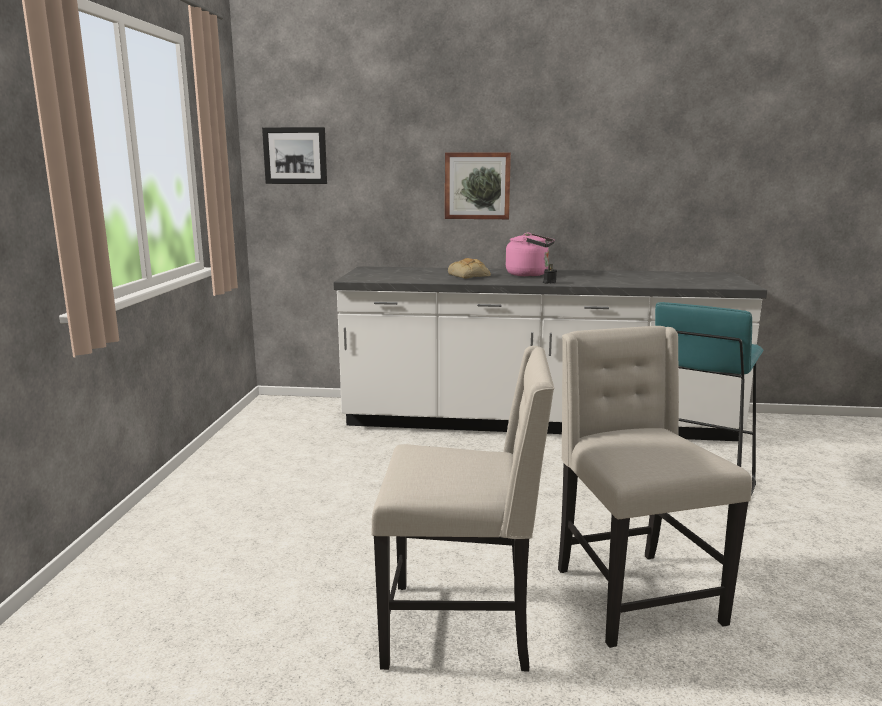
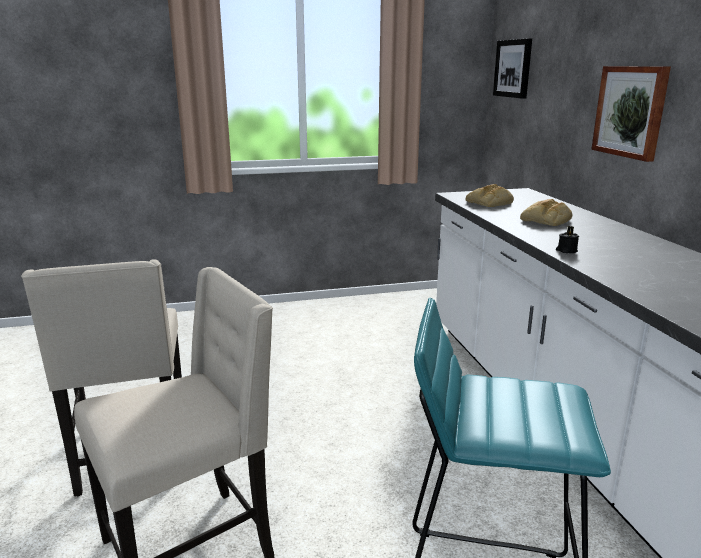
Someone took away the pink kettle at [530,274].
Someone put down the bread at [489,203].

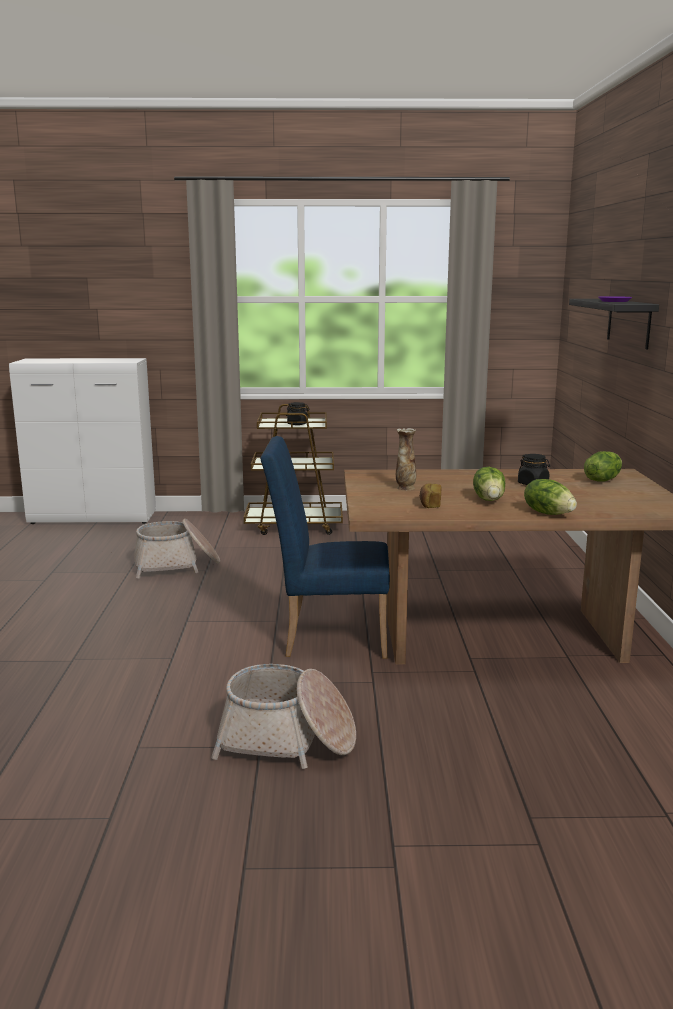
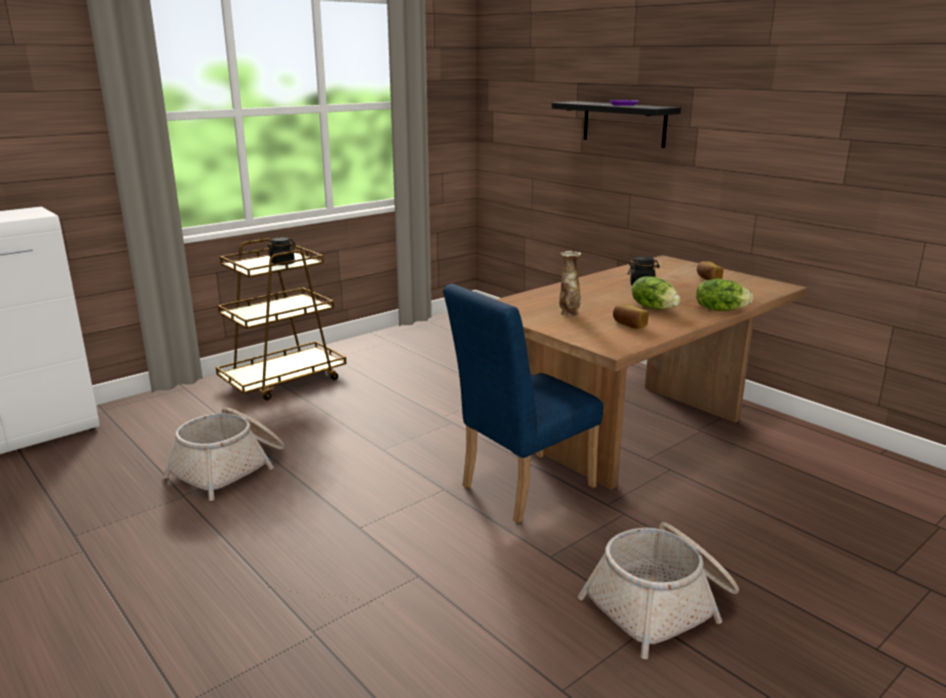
Someone took away the lettuce at [602,480].
Someone put down the bread at [707,279].

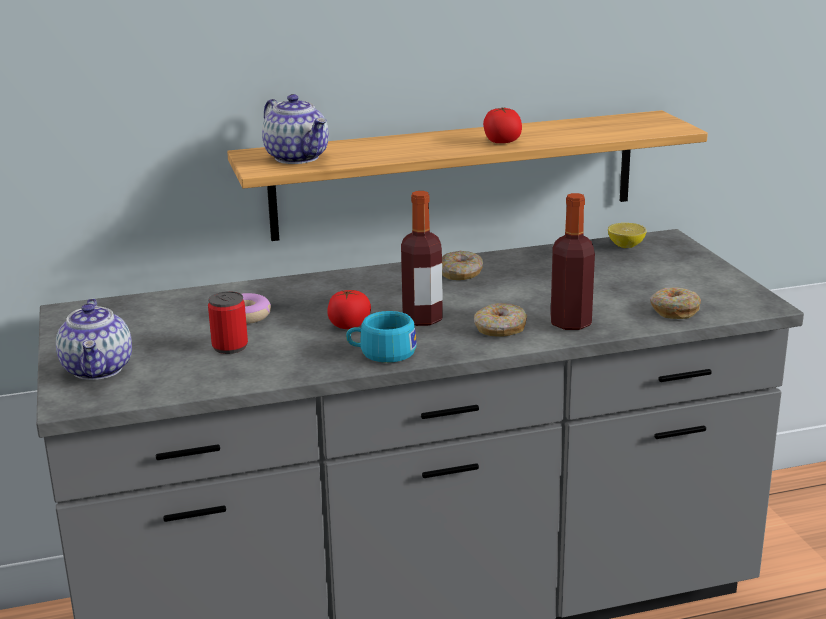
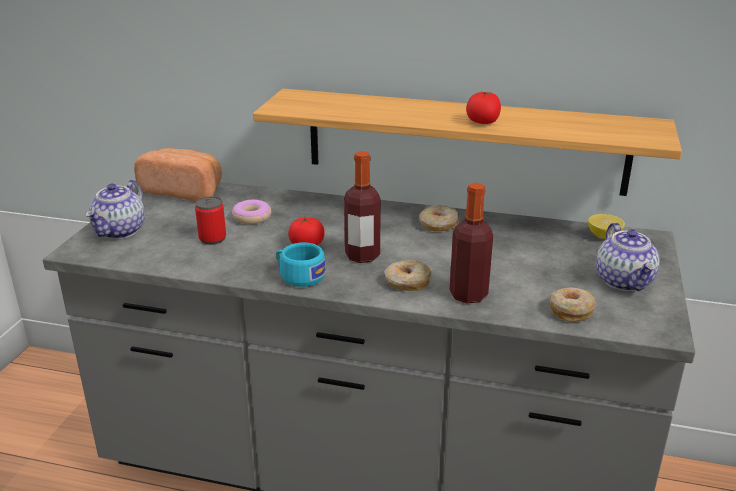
Someone carried the teapot from [298,158] to [625,281].
Someone put down the bread at [184,190].

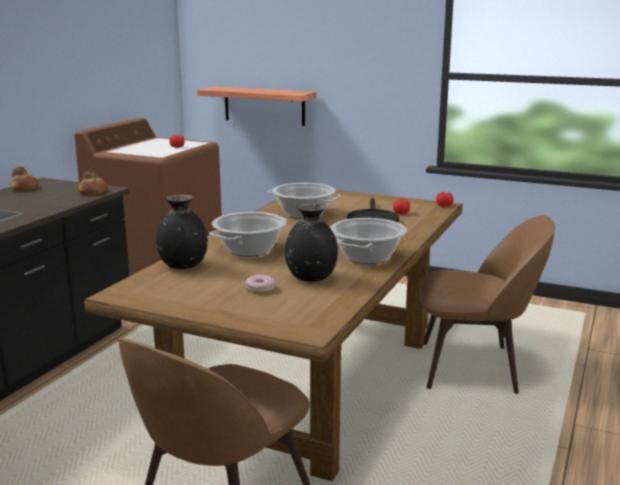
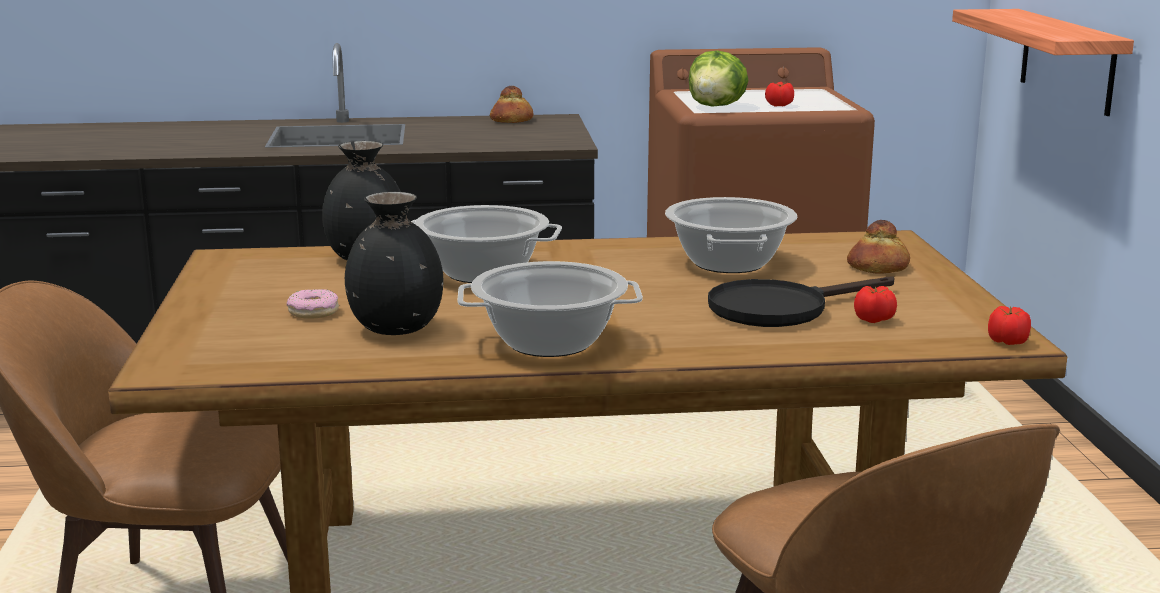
Someone carried the bread from [94,192] to [878,267].
Someone put down the lettuce at [716,106].

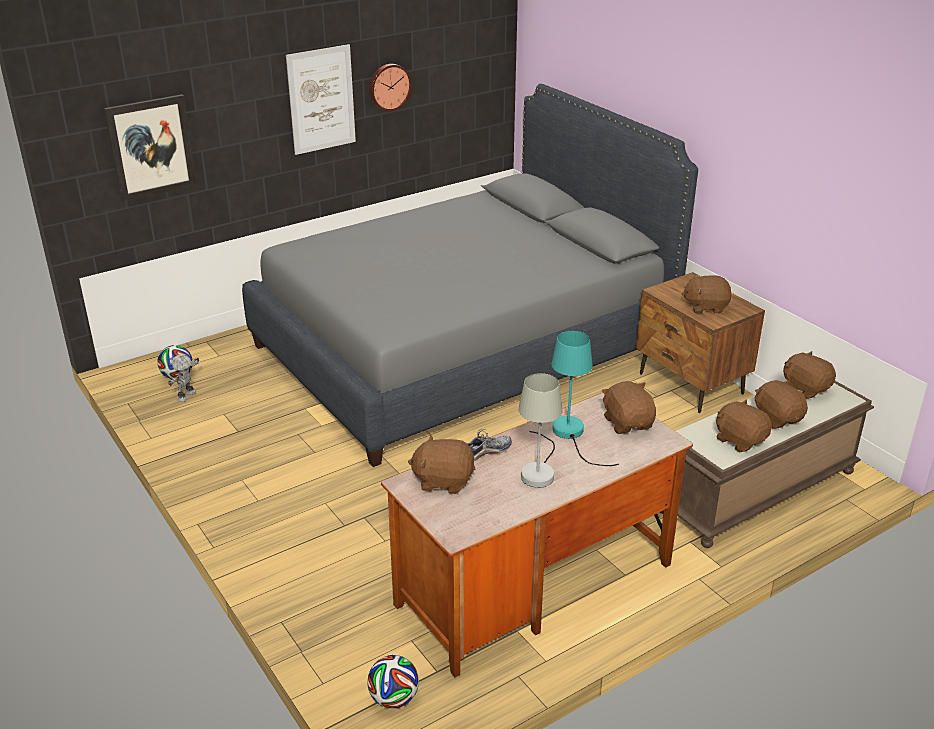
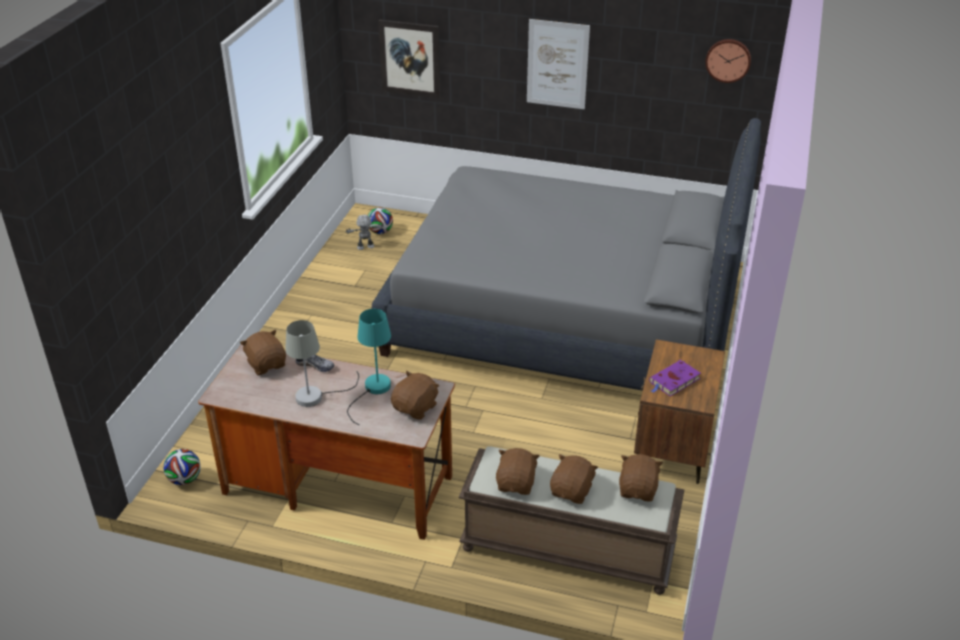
Someone carried the wall clock from [389,86] to [728,60].
Someone swapped the brown plush toy at [705,306] for the purple book at [673,381].

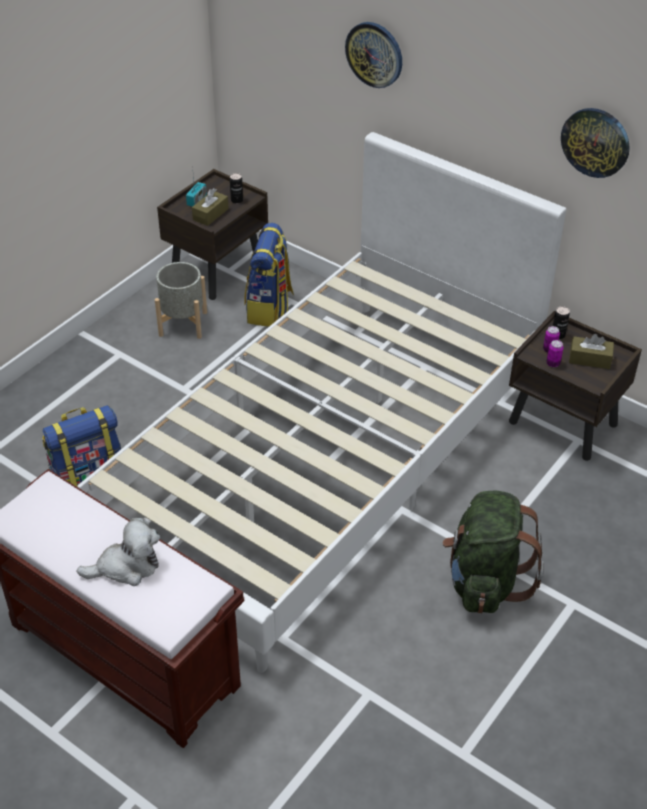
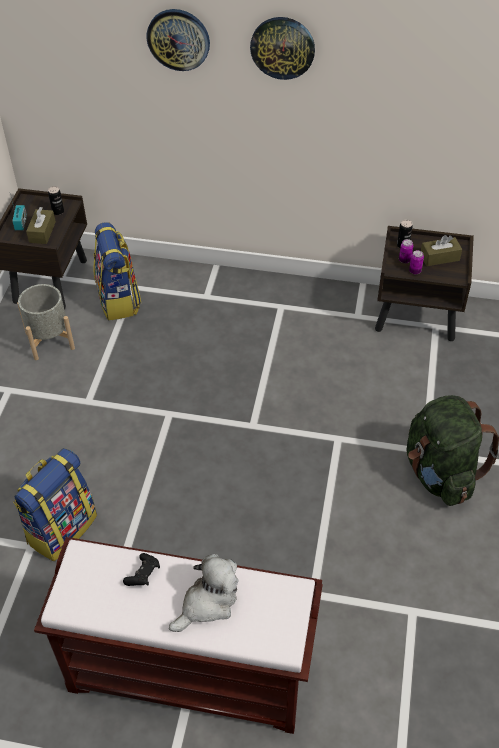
Someone carried the wall clock from [595,142] to [282,47].
Someone took away the white bed at [323,461].
Someone put down the black game controller at [143,574].

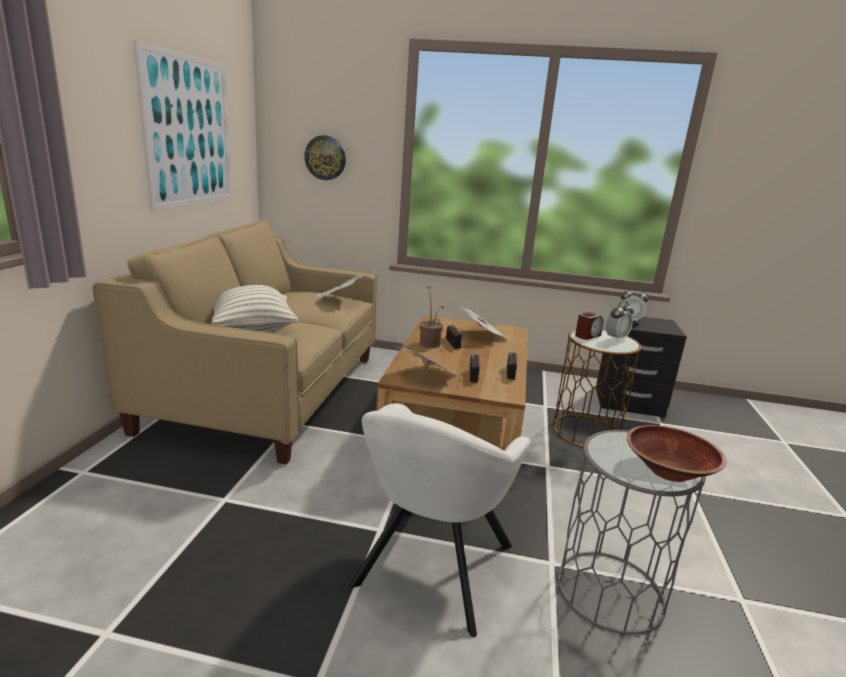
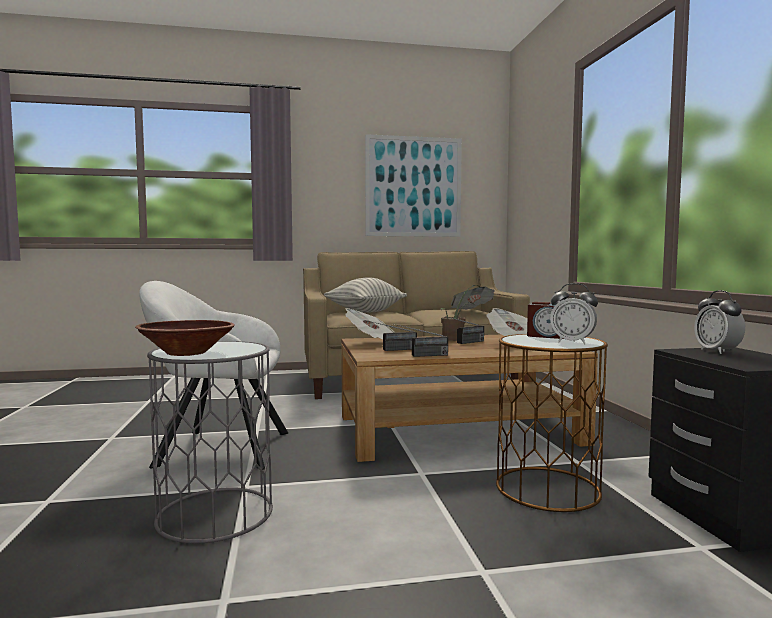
Someone took away the wall clock at [325,158].

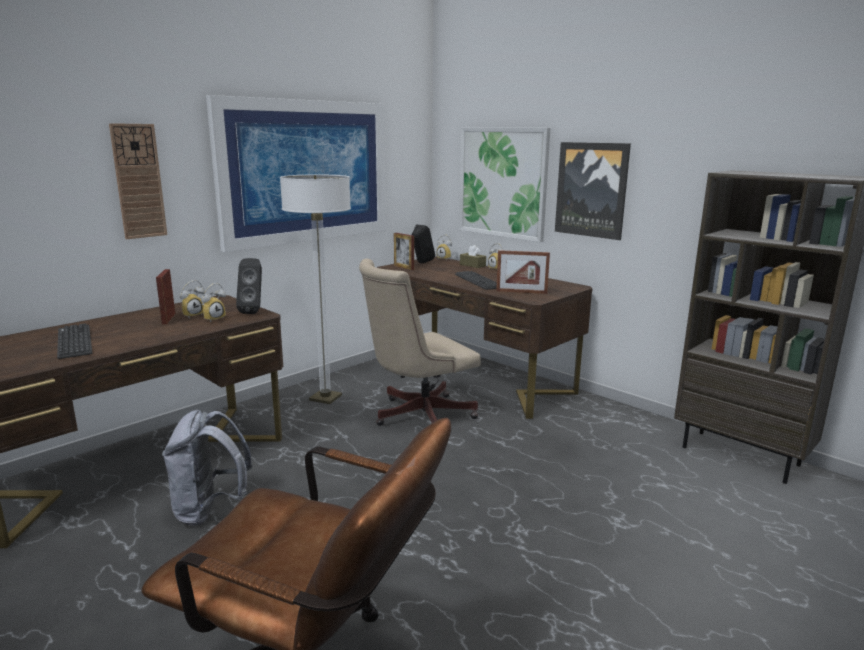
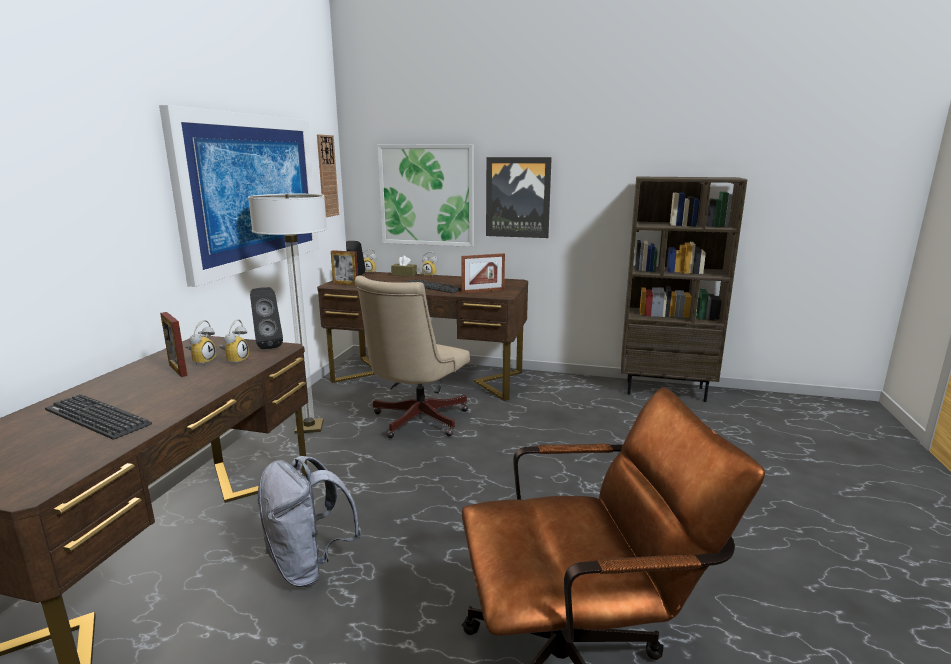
Someone carried the wall clock from [138,181] to [327,176].

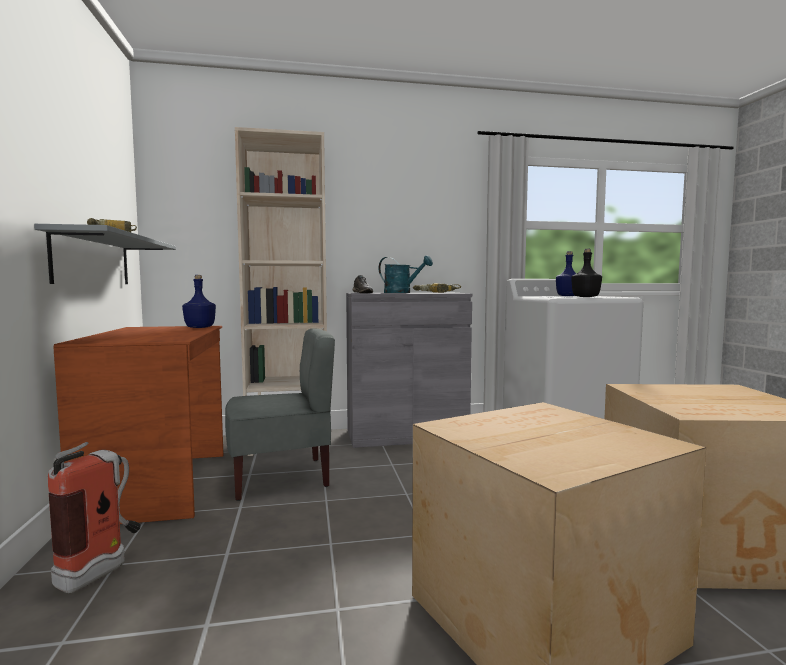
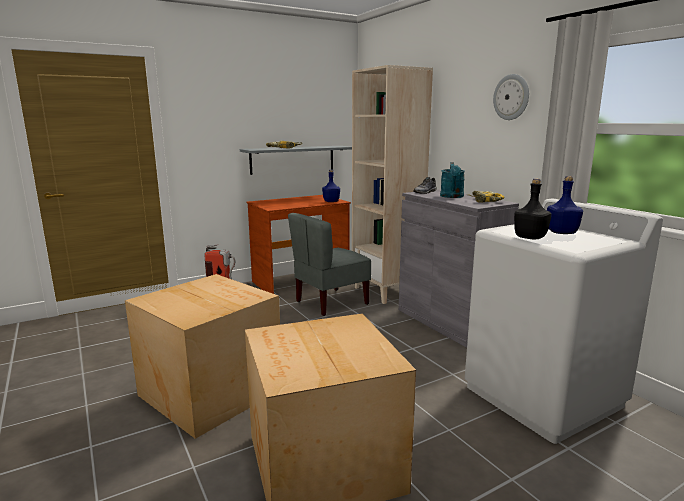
Someone rotated the grey chair at [281,477] by 90 degrees clockwise.
Someone put up the wall clock at [511,97].

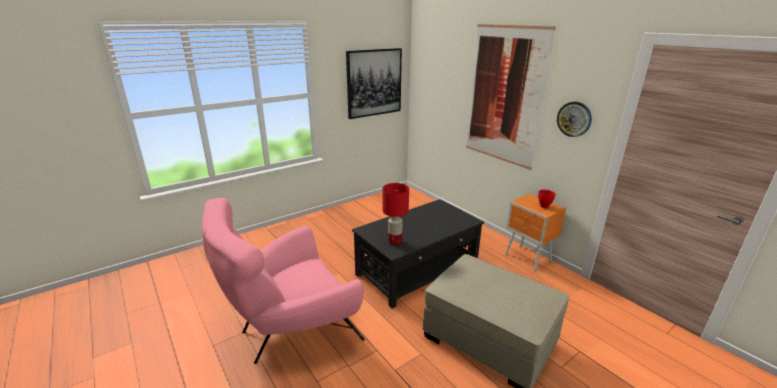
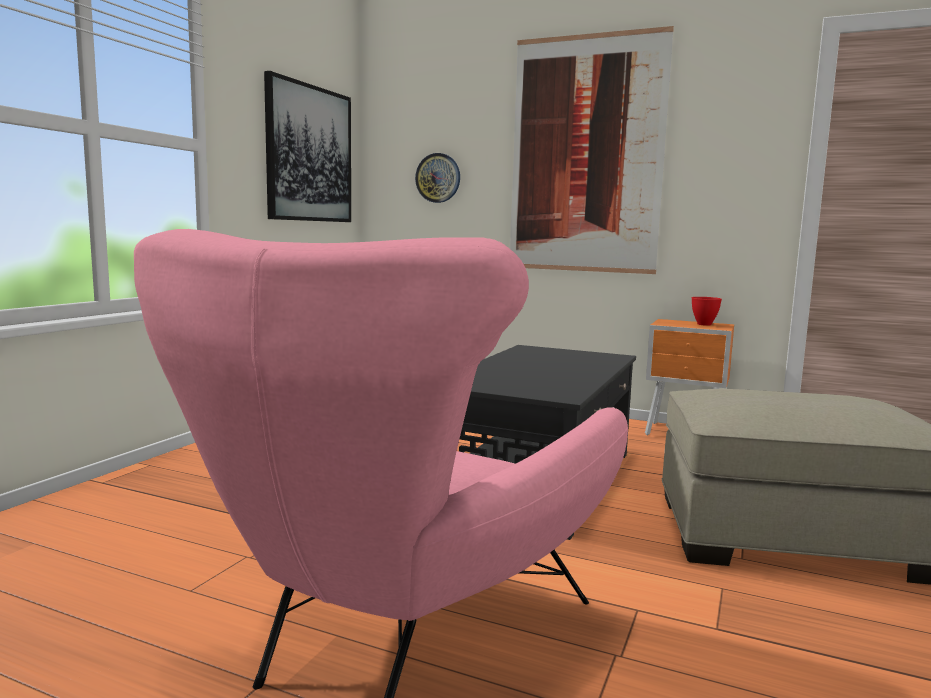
Someone carried the wall clock from [574,119] to [438,178].
Someone took away the red table lamp at [394,241].

